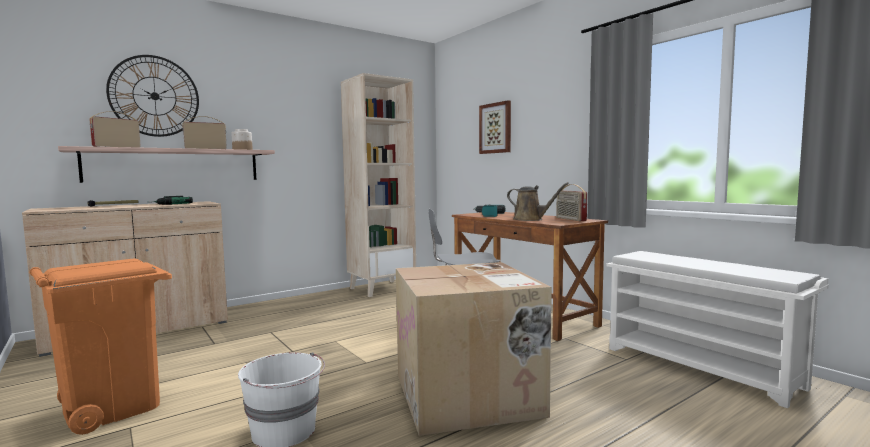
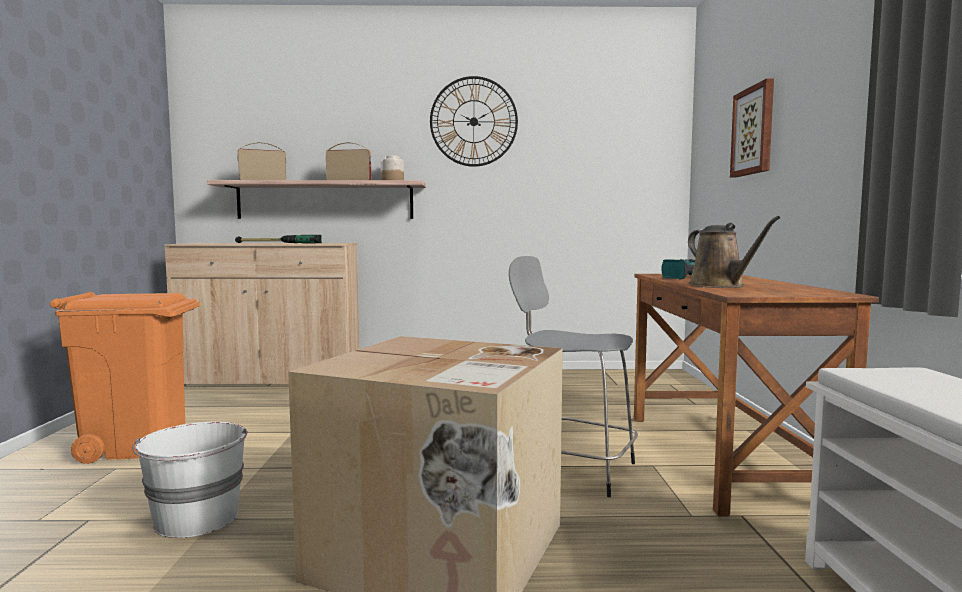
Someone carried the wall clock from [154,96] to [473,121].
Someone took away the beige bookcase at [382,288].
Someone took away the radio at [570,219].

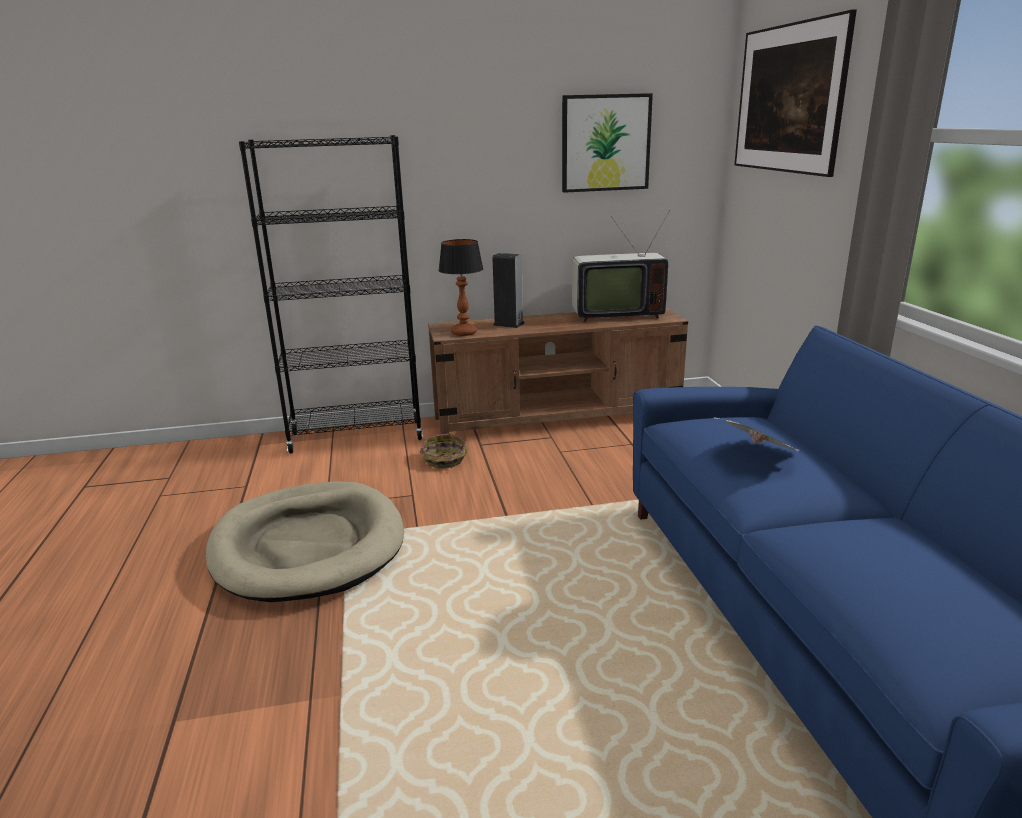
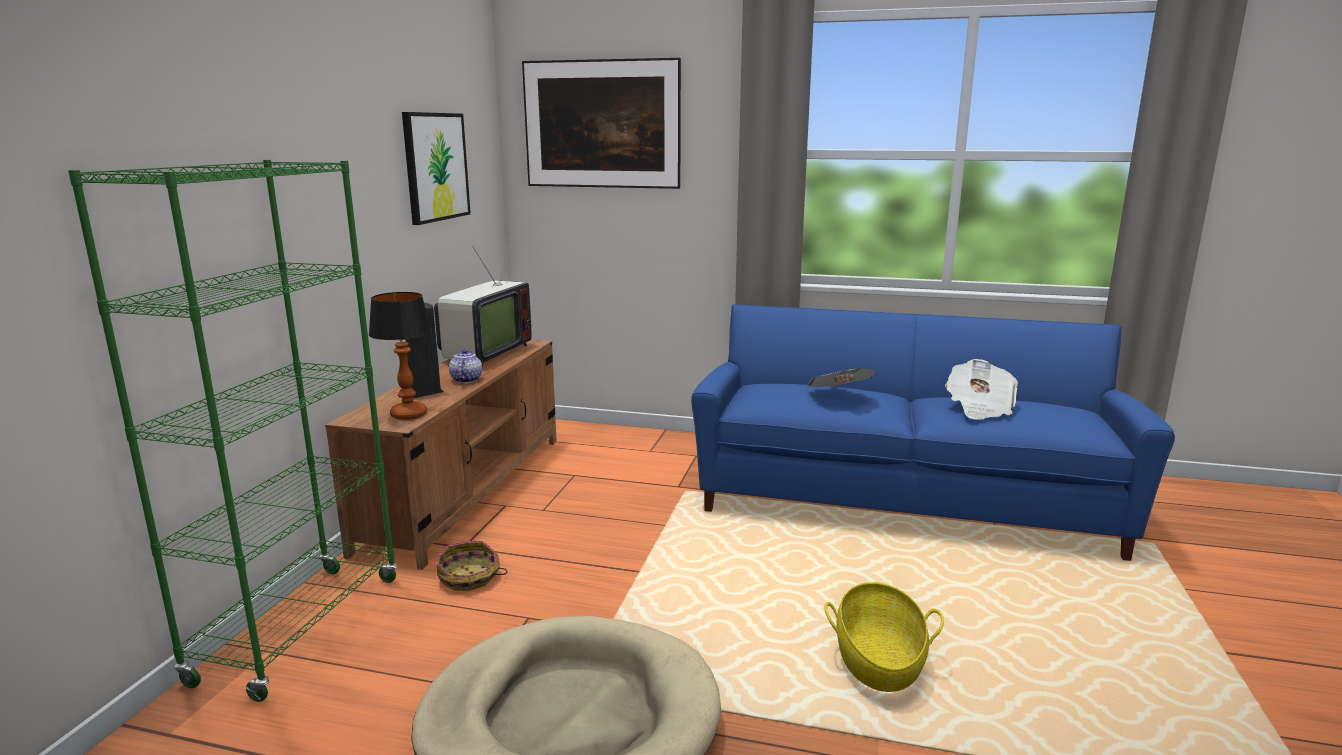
Someone repainted the black bookcase at [357,436], which became the green bookcase at [300,628].
Someone put down the teapot at [466,379].
Someone put down the newspaper at [979,408].
Someone put down the basket at [878,661].

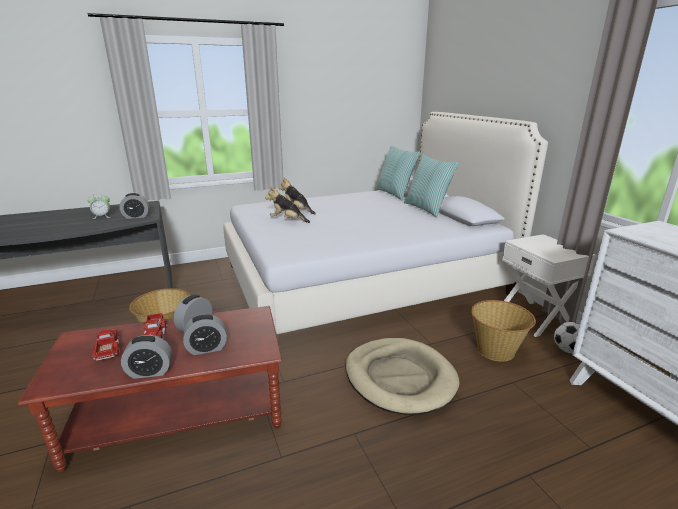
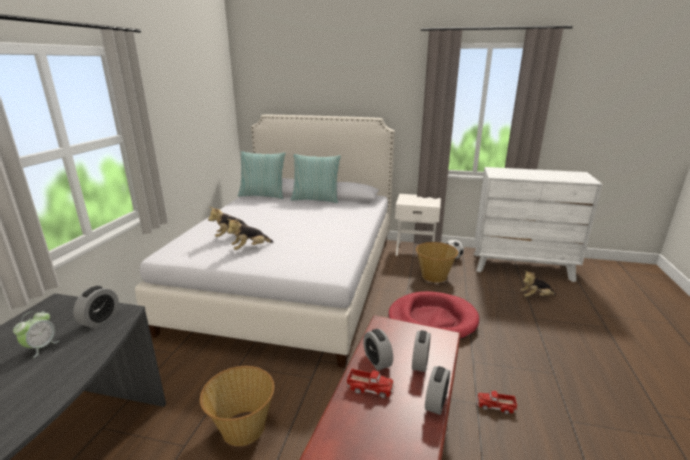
Someone carried the toy truck from [108,349] to [495,406].
Someone repainted the beige dog bed at [399,378], which became the red dog bed at [432,320].
Someone put down the plush toy at [535,297].

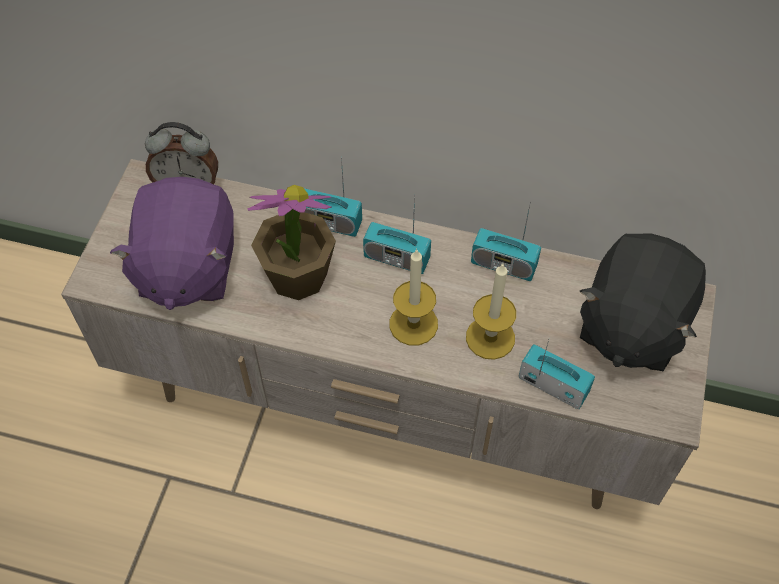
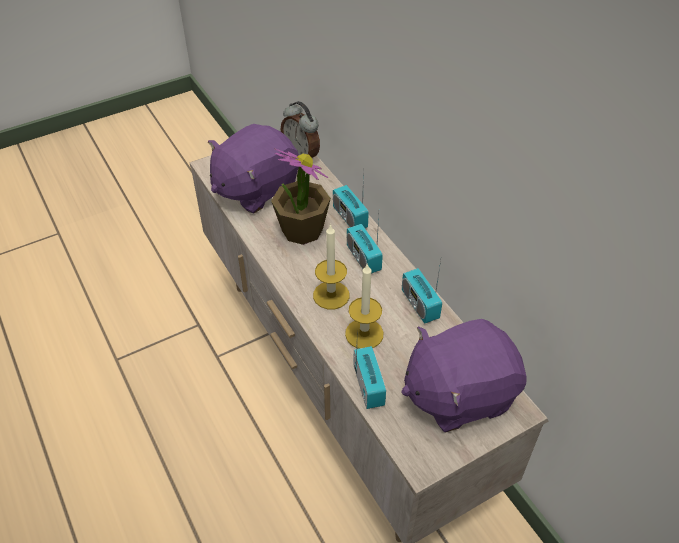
Someone repainted the black plush toy at [631,325], which became the purple plush toy at [458,394].

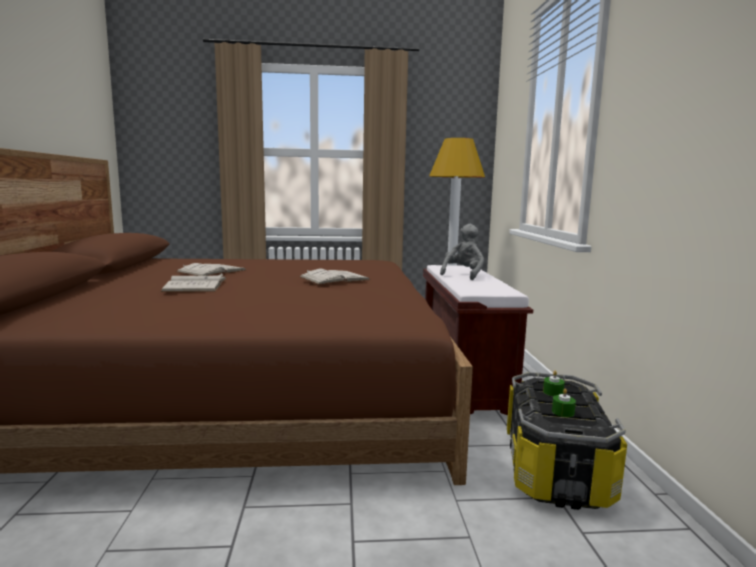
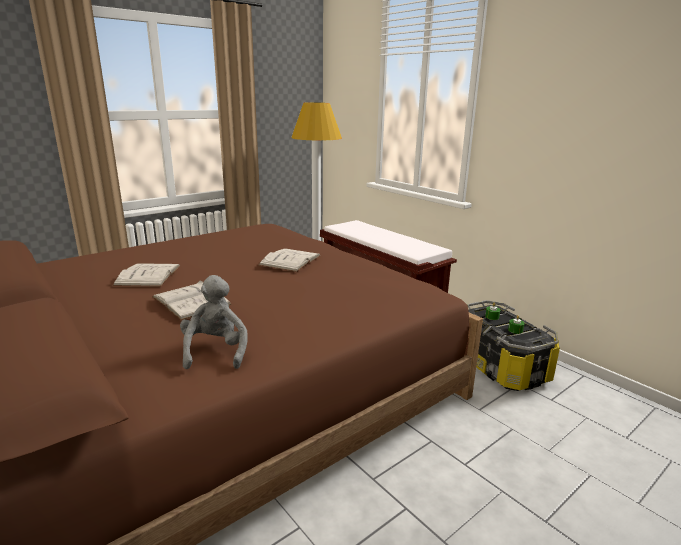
Someone carried the grey plush toy from [463,275] to [215,351].

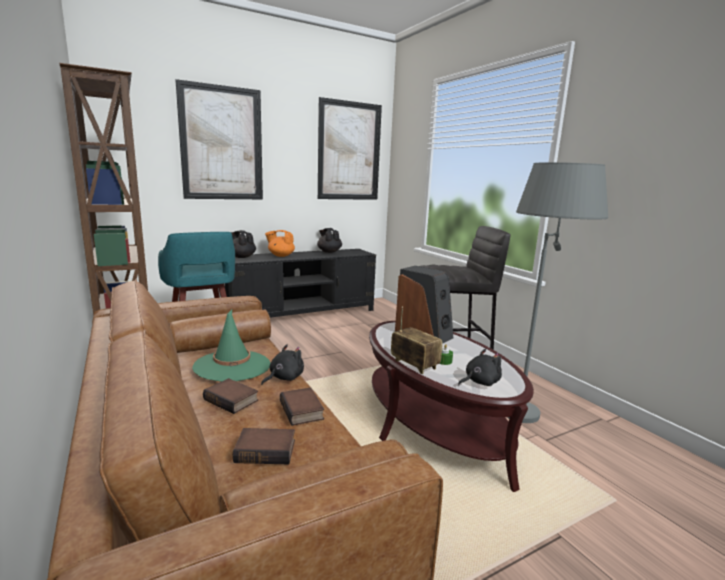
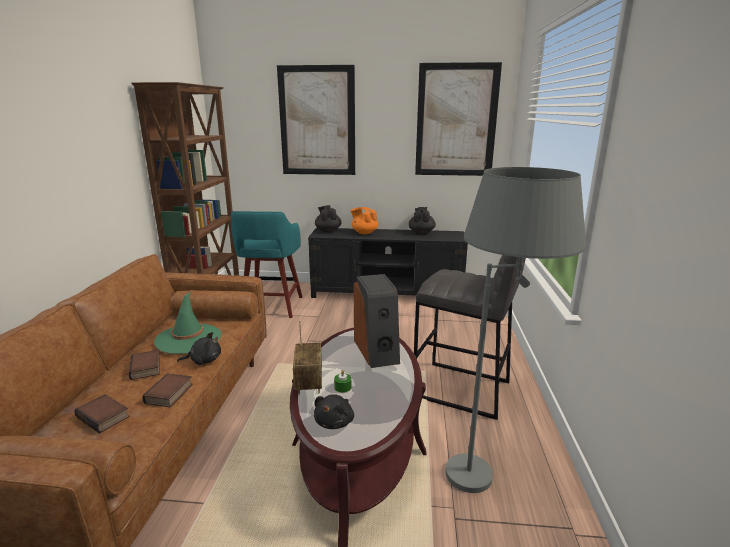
Someone rotated the black plush toy at [479,382] by 105 degrees clockwise.

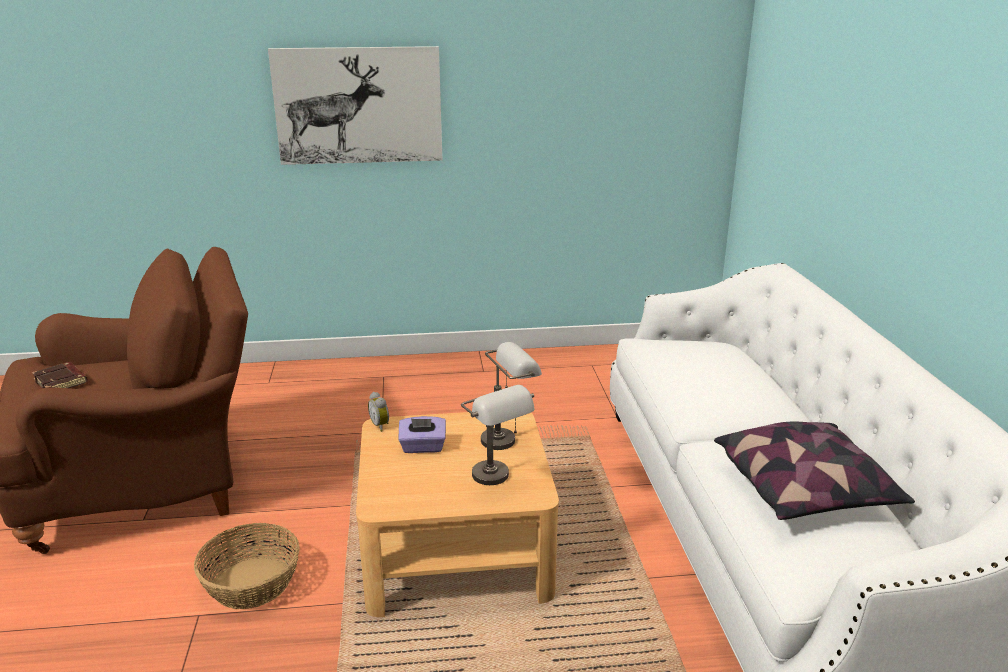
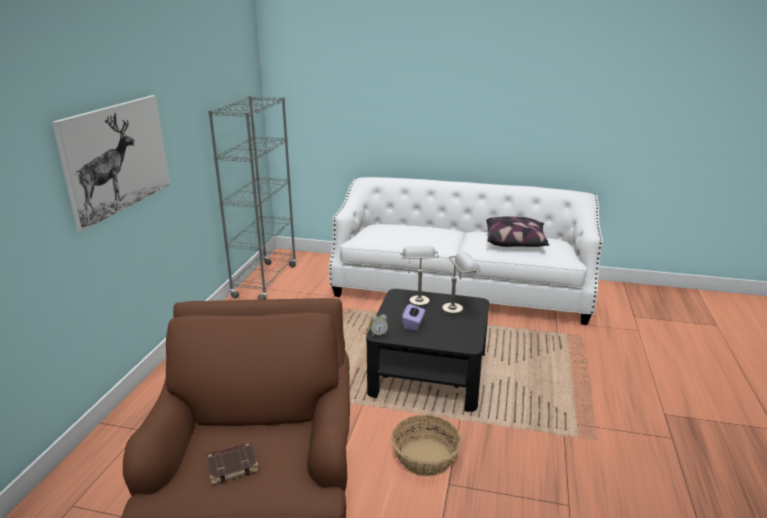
Someone repainted the beige coffee table at [457,549], which became the black coffee table at [429,372].
Someone put down the grey bookcase at [265,281].

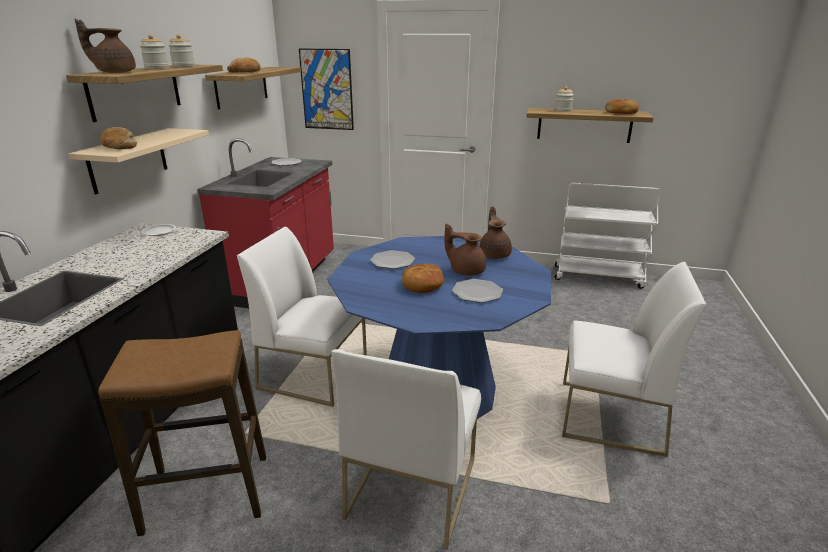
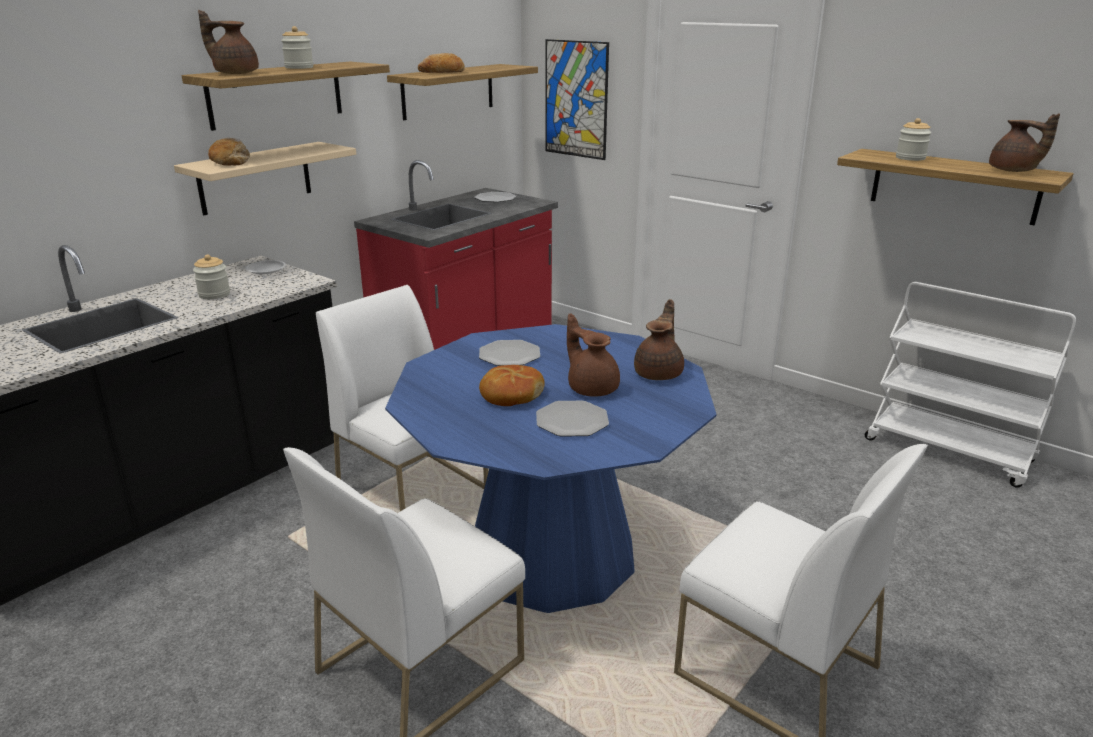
Someone carried the jar from [183,66] to [214,294].
Someone swapped the bread at [621,112] for the brown teapot at [1013,171].
Someone took away the stool at [208,493].

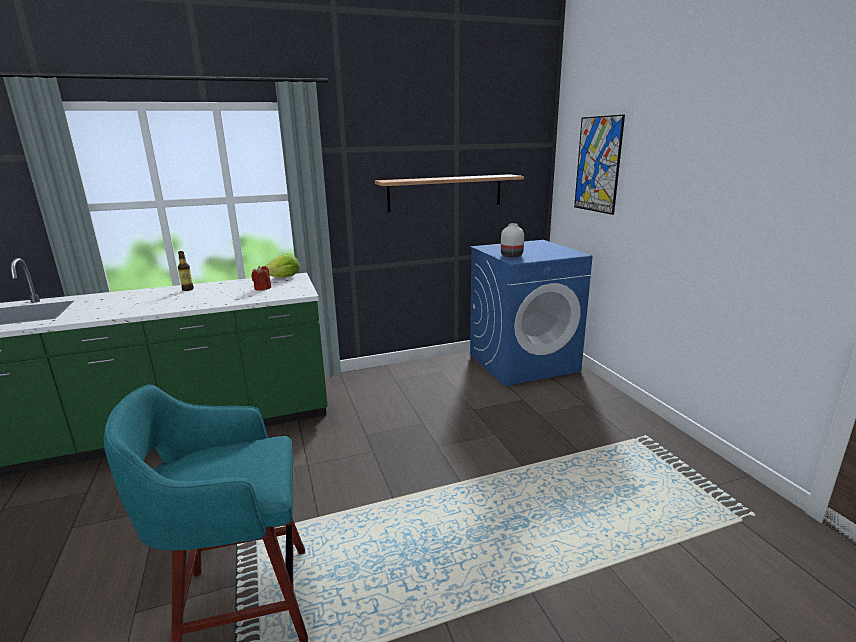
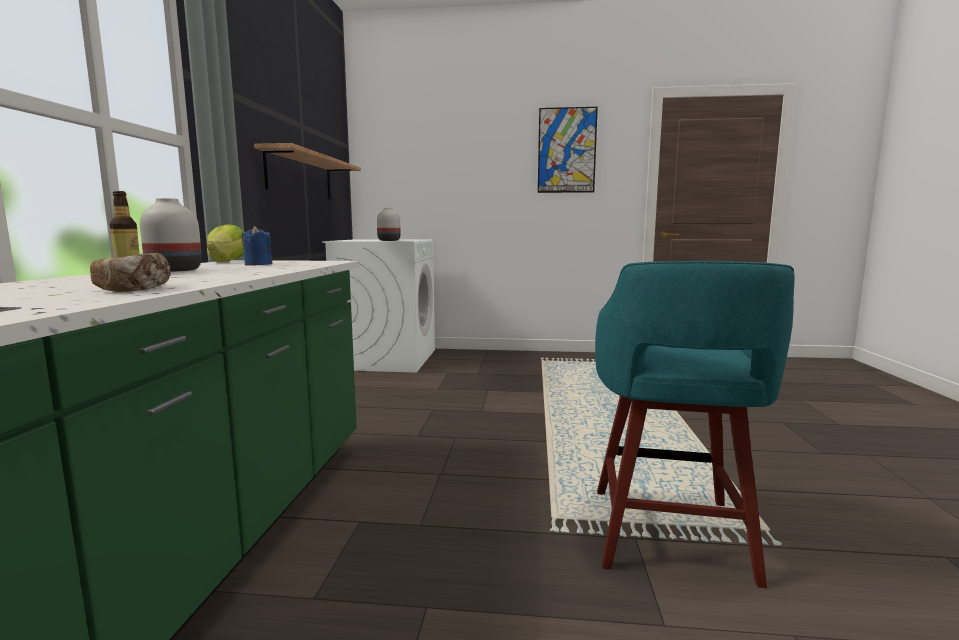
Someone carried the picture from [598,164] to [566,150].
Someone repainted the blue washing machine at [523,362], which became the white washing machine at [386,359].
Someone repainted the red candle at [262,288], which became the blue candle at [258,264].
Someone put down the white vase at [173,270].
Someone put down the bread at [137,289].

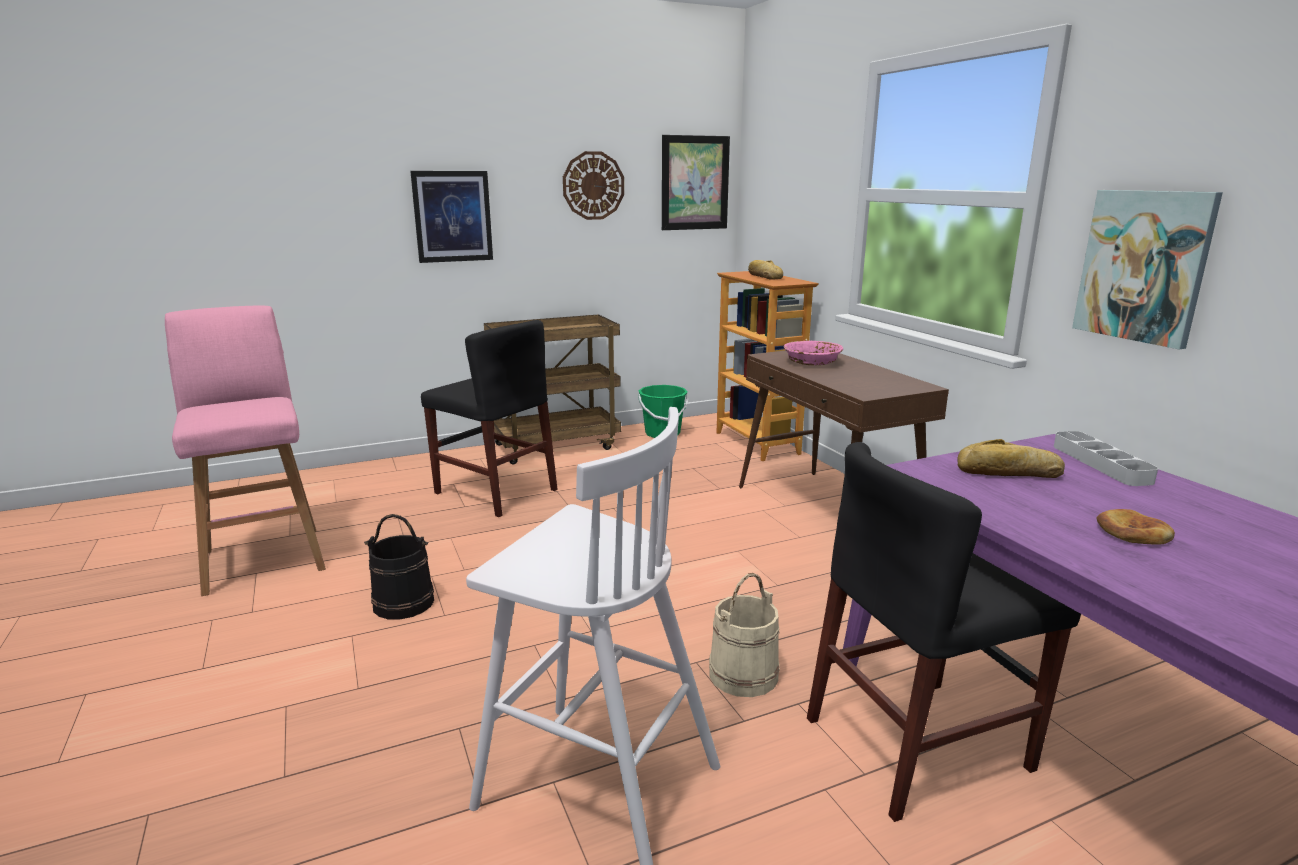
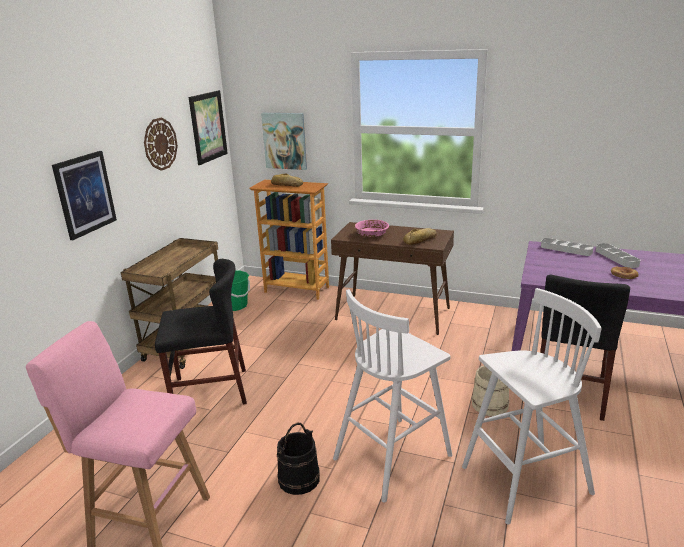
Someone carried the picture from [1143,266] to [285,141].
Someone carried the bread from [1009,472] to [421,240].
Someone put down the grey tray at [616,258].
Someone put down the white stool at [394,456].

